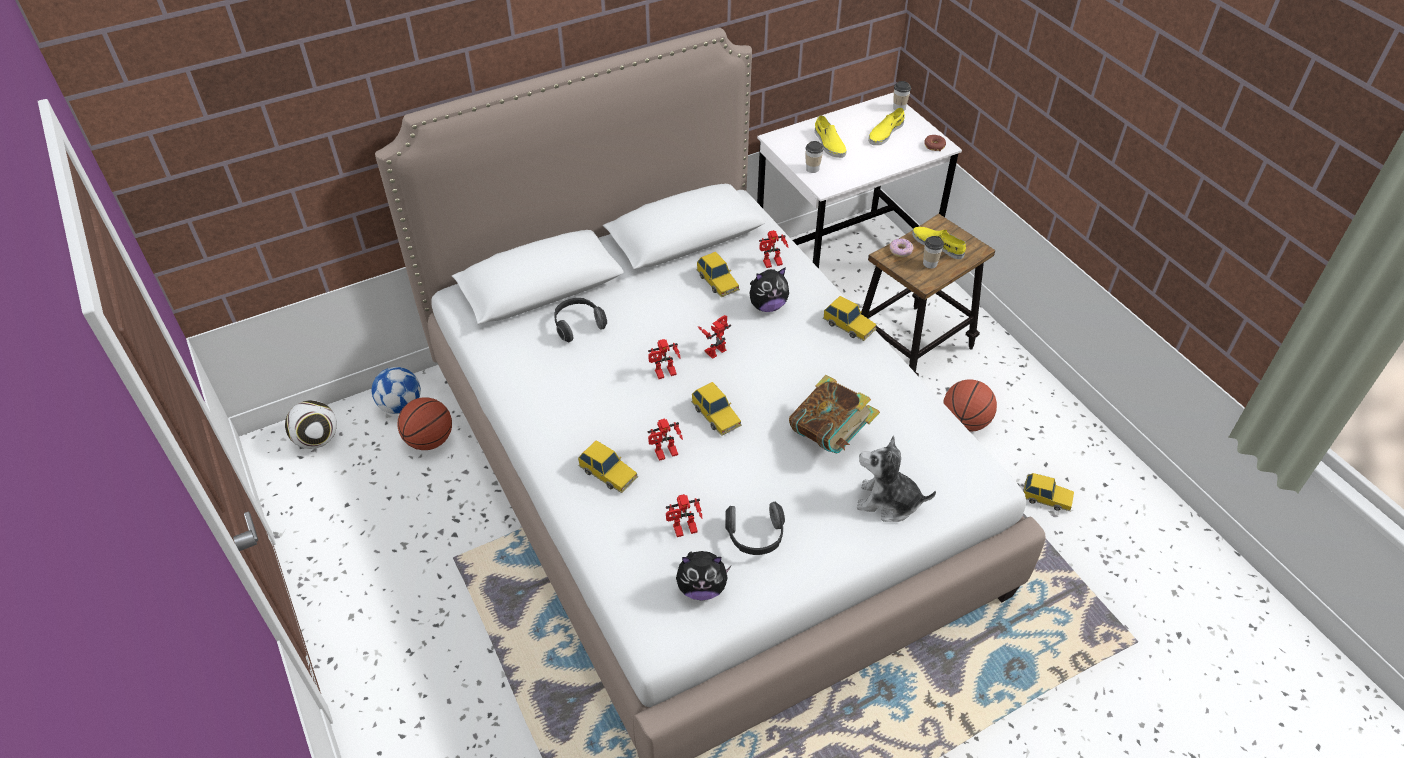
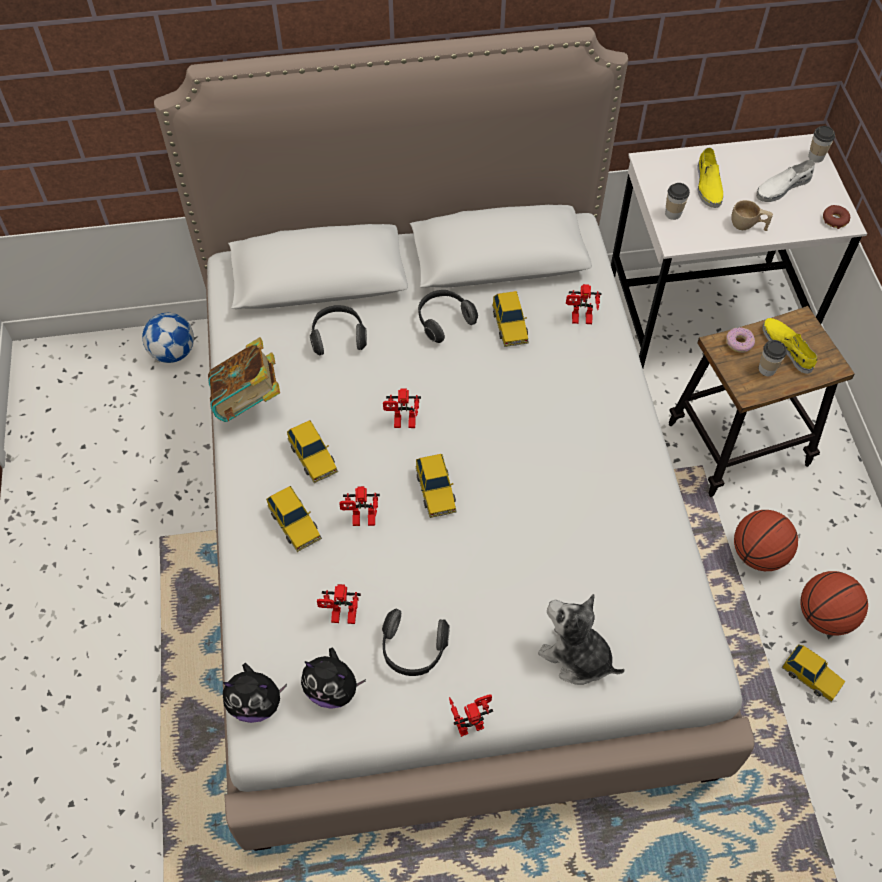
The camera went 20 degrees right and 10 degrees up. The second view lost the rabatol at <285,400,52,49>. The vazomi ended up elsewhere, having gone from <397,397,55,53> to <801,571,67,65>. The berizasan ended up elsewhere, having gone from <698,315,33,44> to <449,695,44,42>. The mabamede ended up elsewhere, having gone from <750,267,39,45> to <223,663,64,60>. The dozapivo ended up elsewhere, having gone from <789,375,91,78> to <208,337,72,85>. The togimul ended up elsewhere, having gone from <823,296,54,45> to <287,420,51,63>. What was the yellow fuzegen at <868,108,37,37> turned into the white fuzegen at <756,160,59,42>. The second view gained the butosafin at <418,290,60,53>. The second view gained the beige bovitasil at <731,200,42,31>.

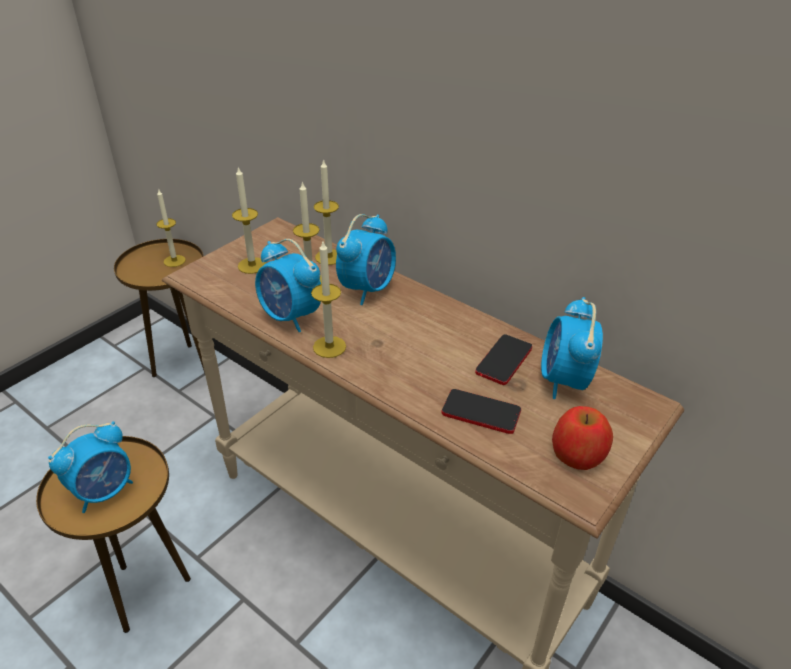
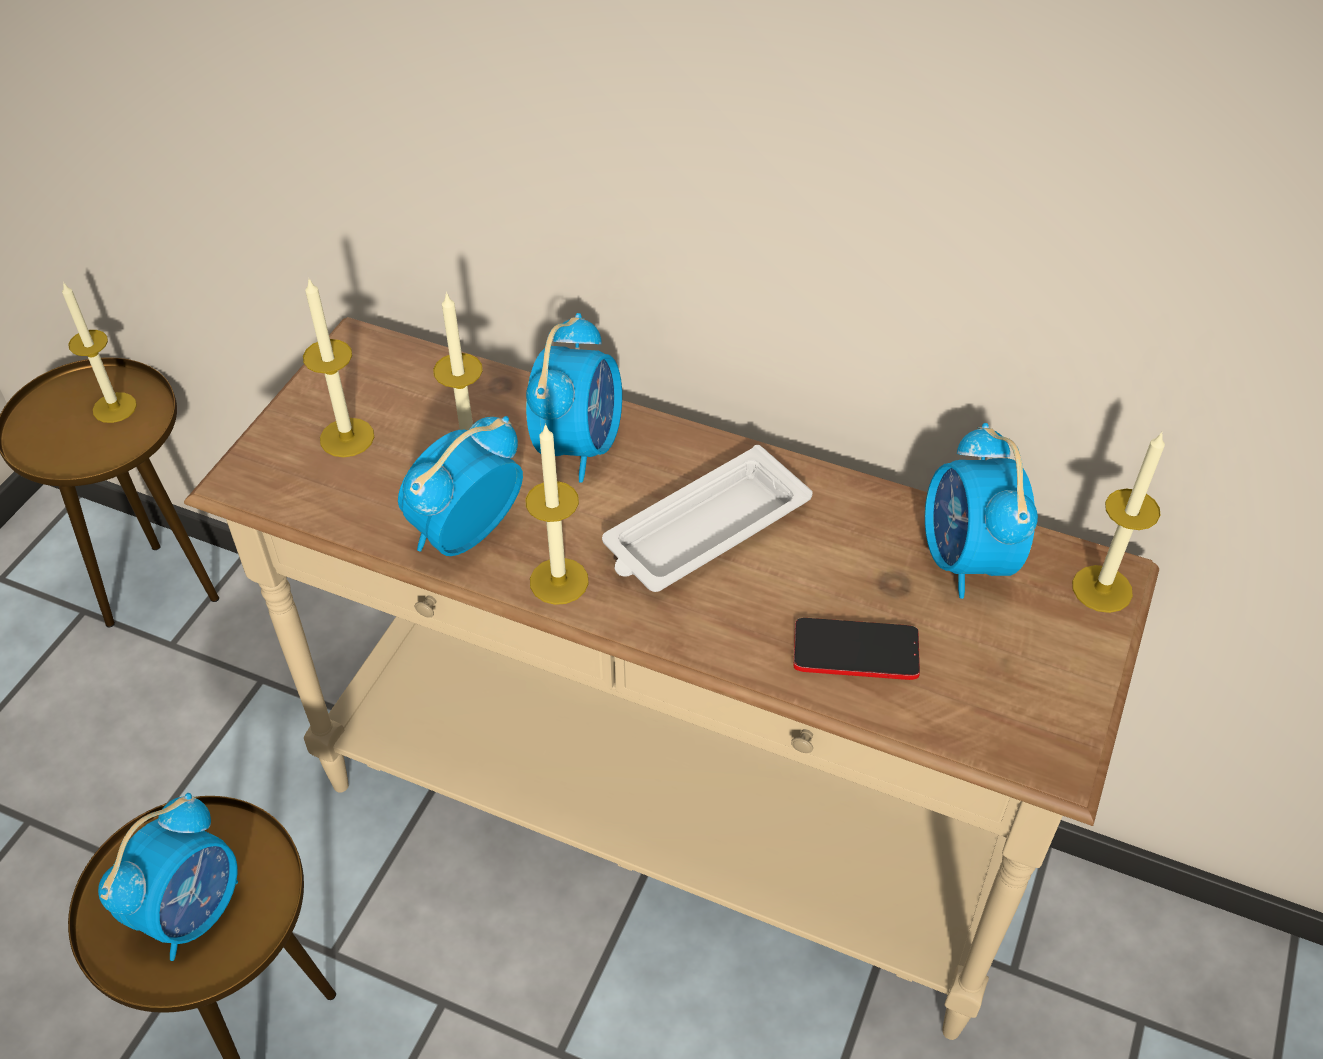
The camera went 15 degrees left and 10 degrees up. The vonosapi at <255,239,66,93> ended up facing another way, 105 degrees clockwise from before. The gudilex ended up elsewhere, having gone from <314,159,25,106> to <1072,431,93,182>. The second view lost the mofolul at <475,334,57,51>. The second view lost the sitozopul at <552,406,61,64>. The second view gained the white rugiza at <602,445,211,147>.

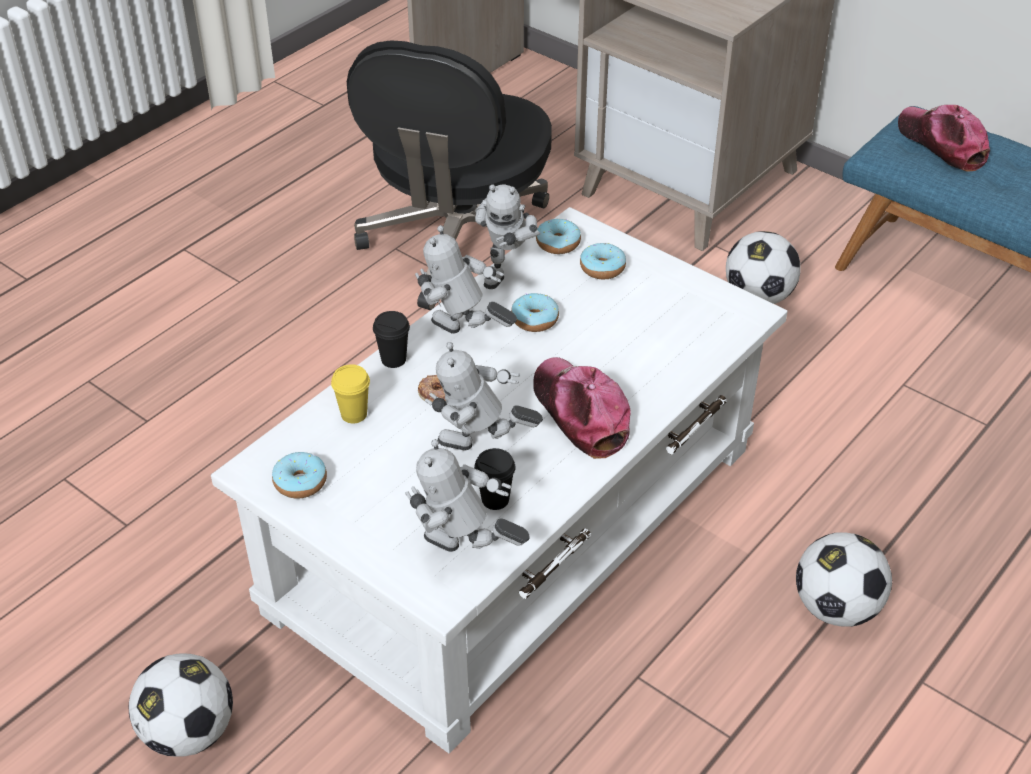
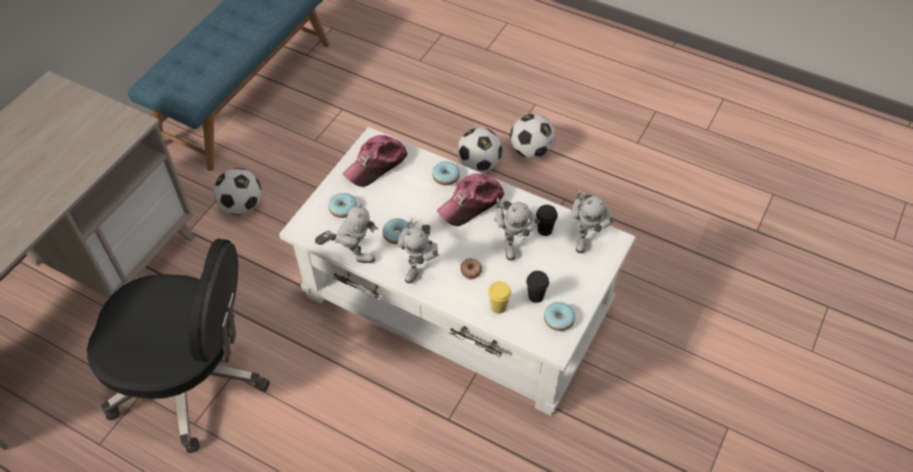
The camera went 100 degrees left and 10 degrees up. The rabatol ended up elsewhere, having gone from <129,653,104,104> to <510,114,45,44>. The black bovitasil ended up elsewhere, having gone from <373,311,37,57> to <526,271,23,32>. The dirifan ended up elsewhere, having gone from <536,219,45,35> to <432,161,28,24>. The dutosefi ended up elsewhere, having gone from <898,105,92,67> to <343,135,65,52>.

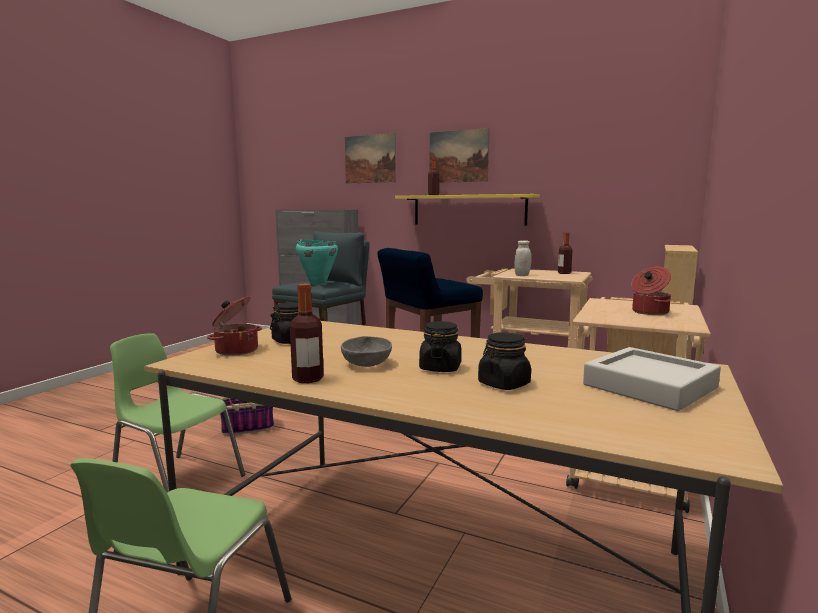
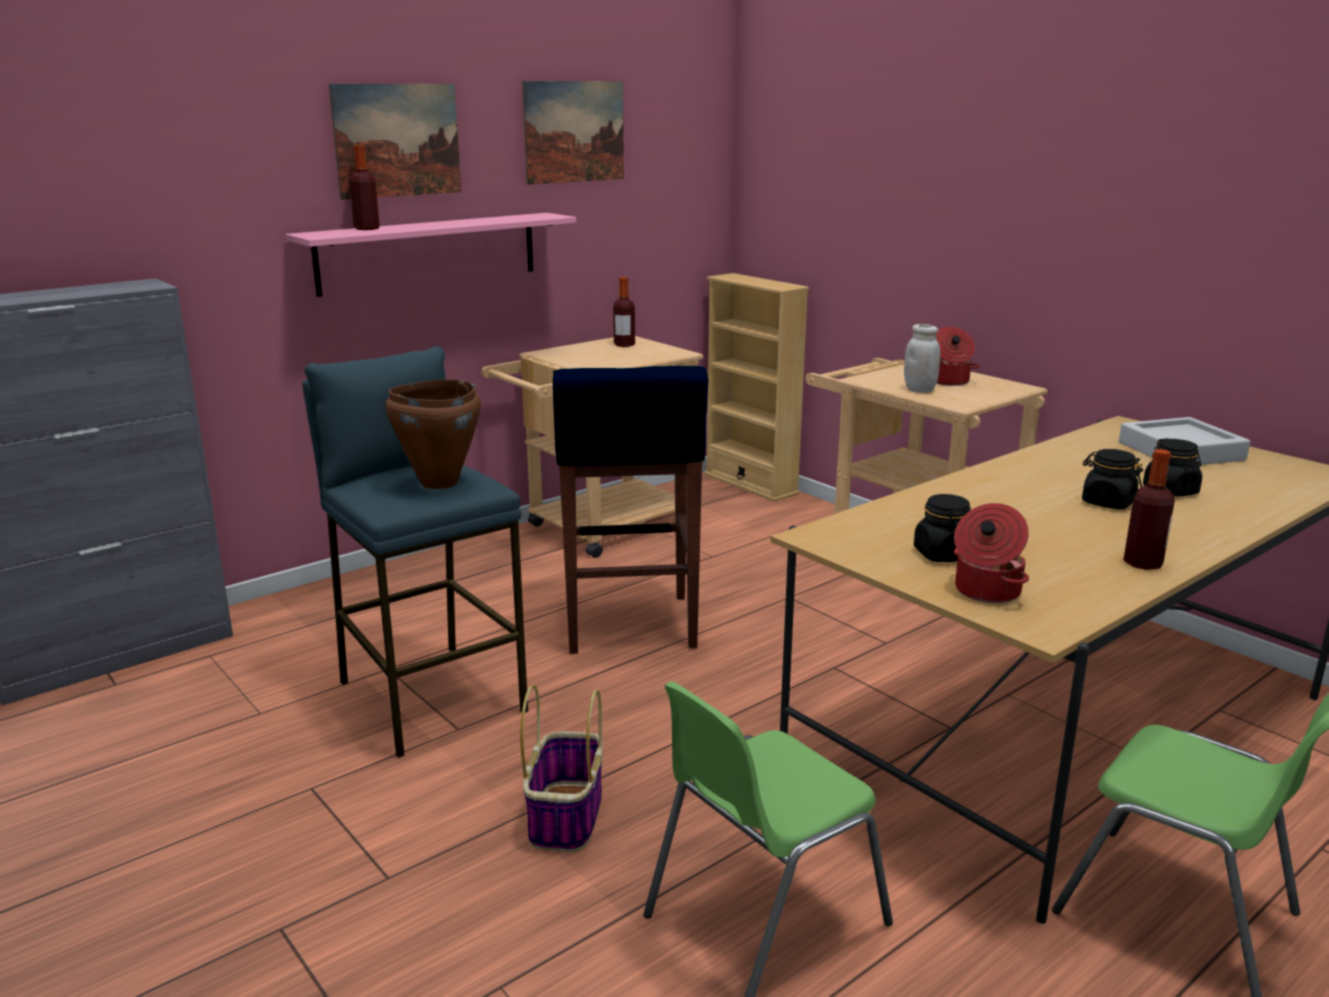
The camera went 65 degrees left and 10 degrees up. What was the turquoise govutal at <296,240,42,45> turned into the brown govutal at <385,379,96,110>. The second view lost the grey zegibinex at <341,336,51,31>. The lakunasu ended up elsewhere, having gone from <345,133,51,51> to <522,81,102,104>. What was the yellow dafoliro at <395,194,145,32> turned into the pink dafoliro at <286,213,290,84>. The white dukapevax ended up elsewhere, having gone from <514,240,17,36> to <904,324,36,69>.

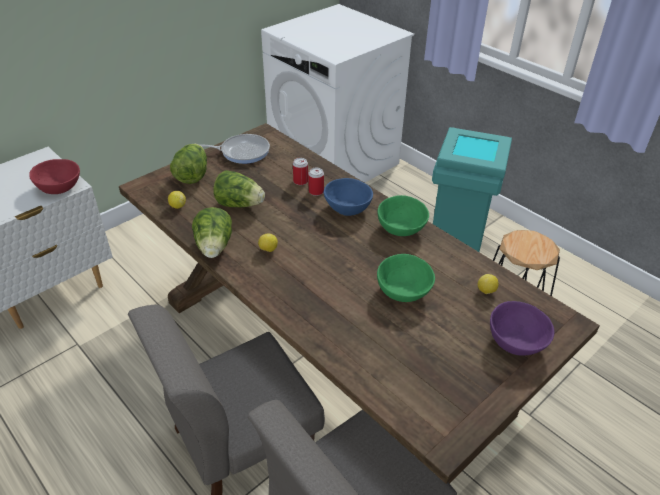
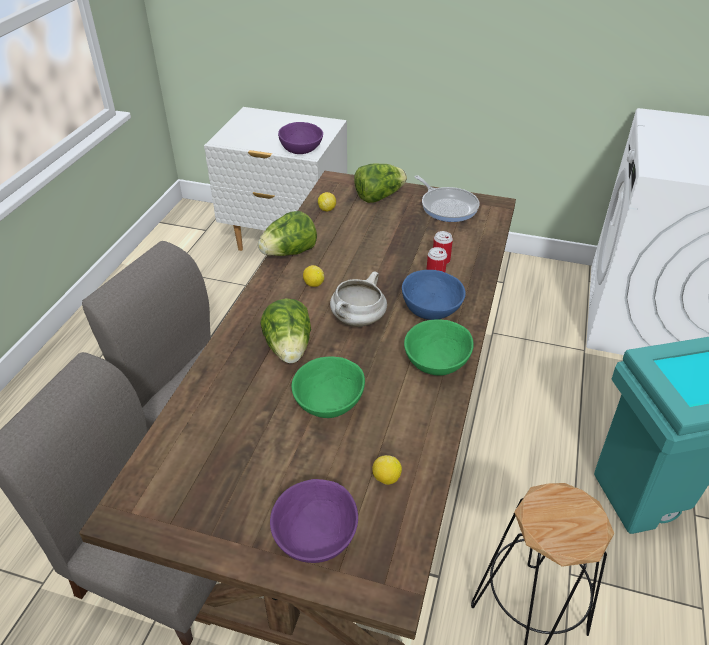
The camera went 60 degrees right and 0 degrees up. What was the red zegibinex at <29,159,51,35> turned into the purple zegibinex at <278,122,45,32>. The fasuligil ended up elsewhere, having gone from <213,170,52,37> to <260,299,51,64>. The second view gained the white govutal at <330,271,57,56>.

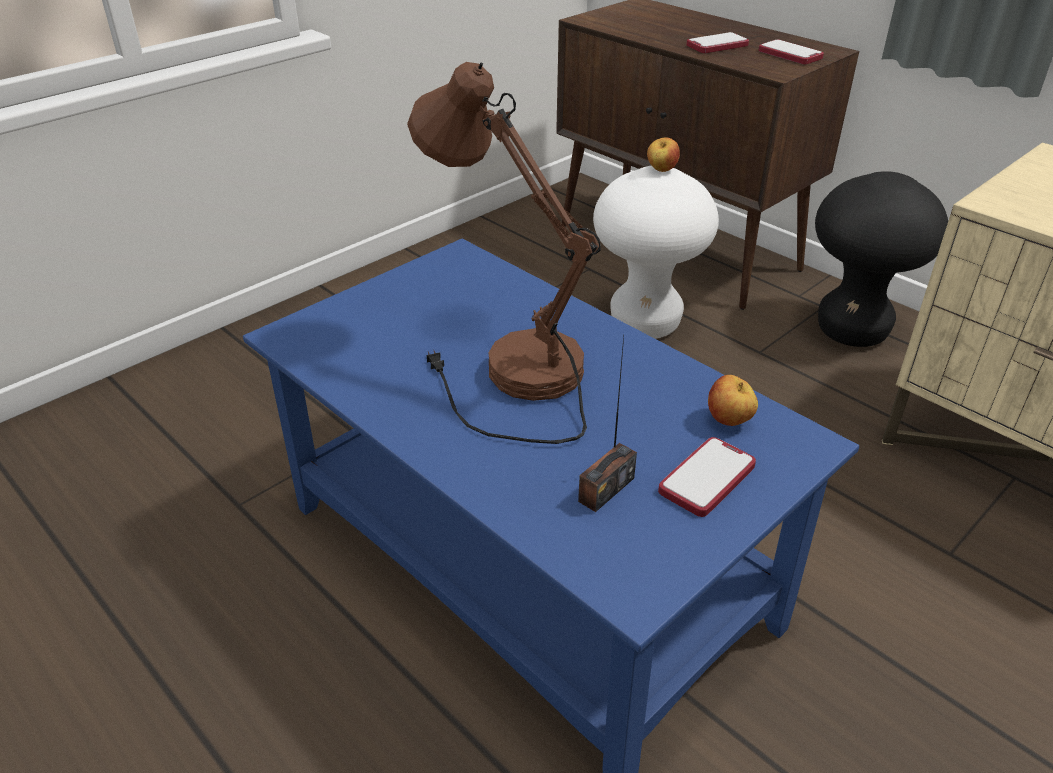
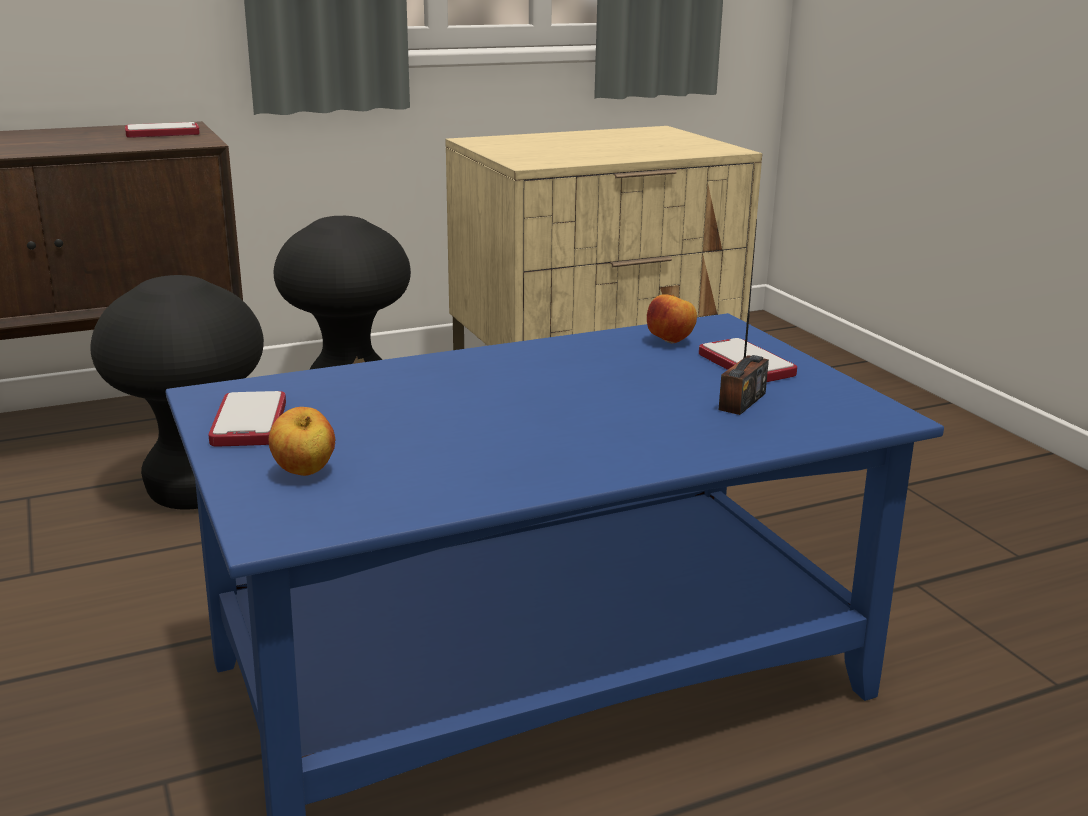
The camera went 70 degrees left and 15 degrees down. The second view lost the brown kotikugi at <407,62,194,382>. The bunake at <578,336,59,176> ended up facing another way, 60 degrees clockwise from before. What was the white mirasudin at <593,166,126,173> turned into the black mirasudin at <90,275,174,235>. The sitozopul ended up elsewhere, having gone from <647,138,33,34> to <269,407,67,69>. The mofolul ended up elsewhere, having gone from <687,32,62,21> to <209,391,77,55>.

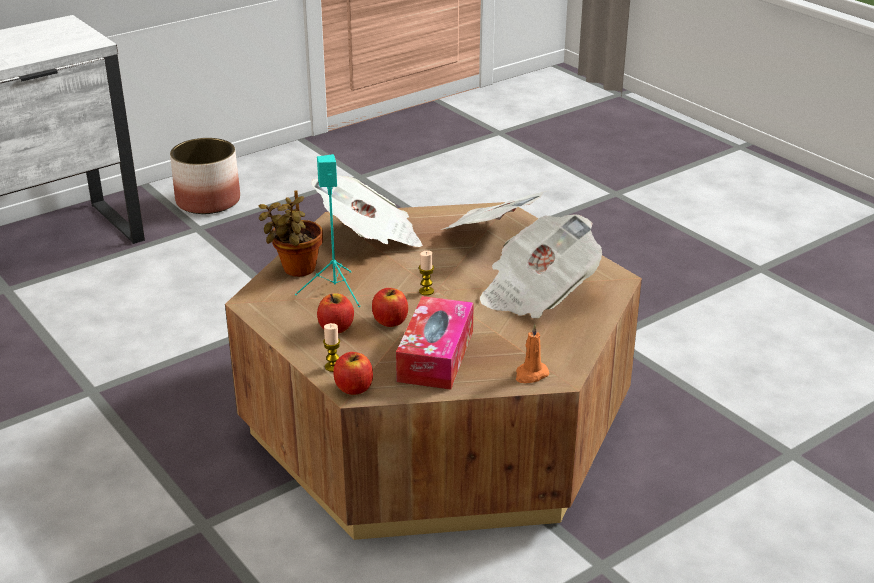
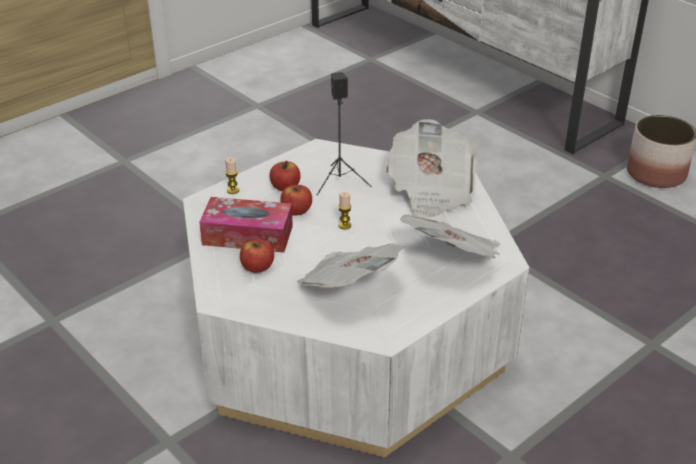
The camera went 85 degrees right and 5 degrees up. What was the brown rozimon at <225,202,417,338> turned into the white rozimon at <183,139,347,318>. The second view lost the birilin at <259,190,64,87>. What was the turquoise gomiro at <295,154,65,153> turned into the black gomiro at <317,72,54,123>. The sitozopul ended up elsewhere, having gone from <333,352,40,43> to <240,239,34,34>. The second view lost the orange gudilex at <516,324,33,59>.

